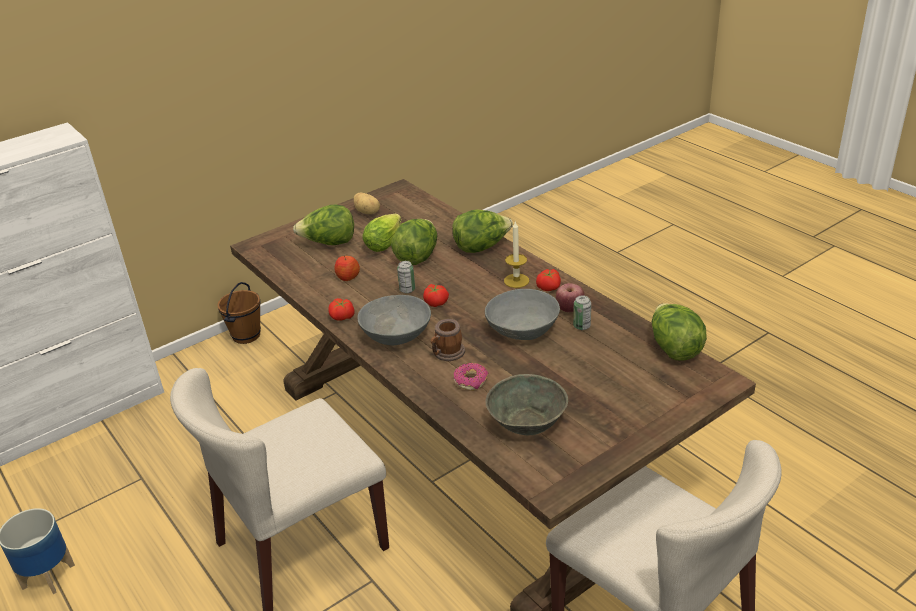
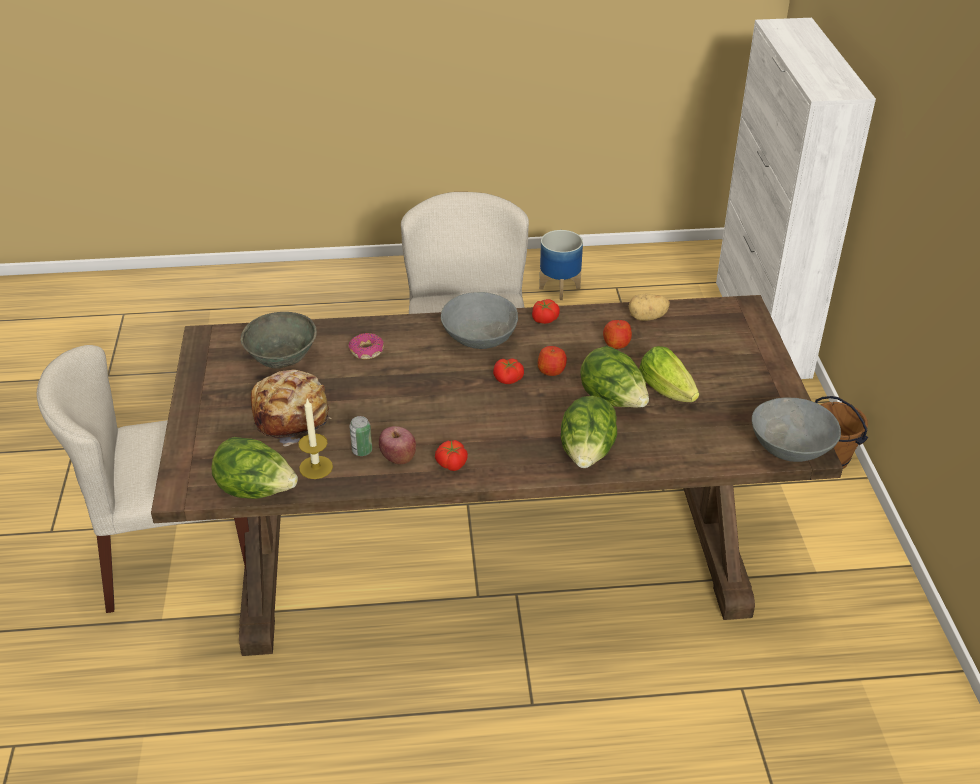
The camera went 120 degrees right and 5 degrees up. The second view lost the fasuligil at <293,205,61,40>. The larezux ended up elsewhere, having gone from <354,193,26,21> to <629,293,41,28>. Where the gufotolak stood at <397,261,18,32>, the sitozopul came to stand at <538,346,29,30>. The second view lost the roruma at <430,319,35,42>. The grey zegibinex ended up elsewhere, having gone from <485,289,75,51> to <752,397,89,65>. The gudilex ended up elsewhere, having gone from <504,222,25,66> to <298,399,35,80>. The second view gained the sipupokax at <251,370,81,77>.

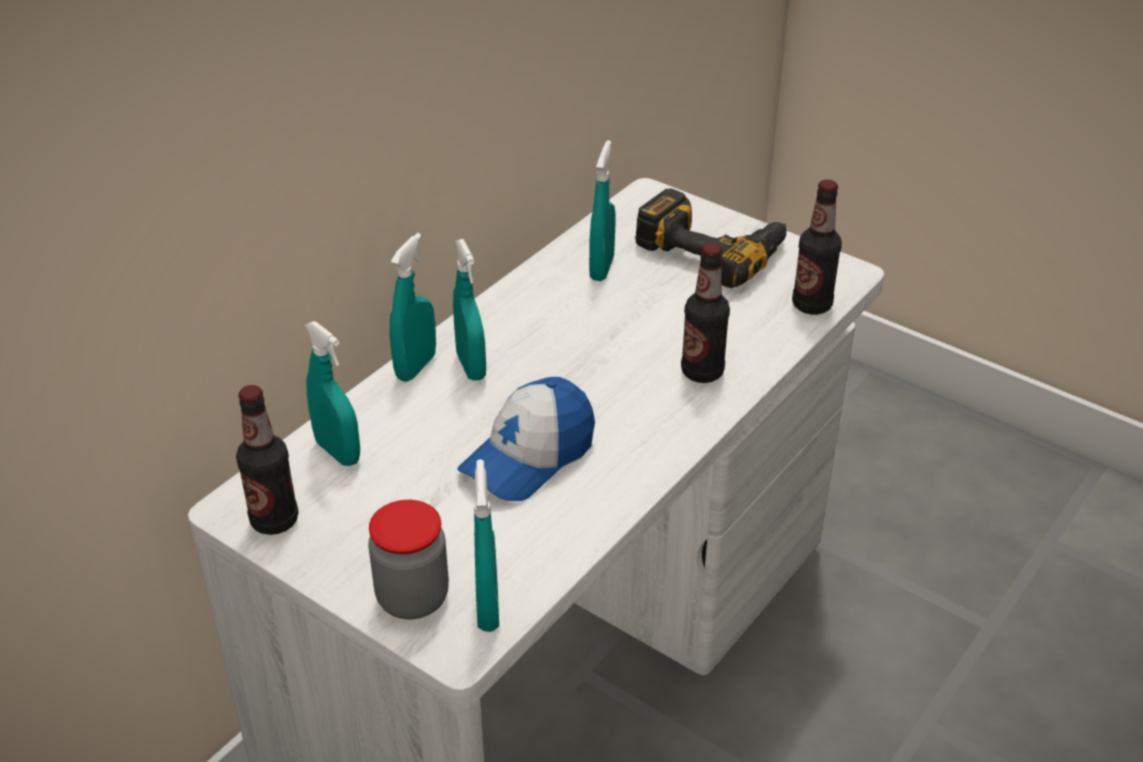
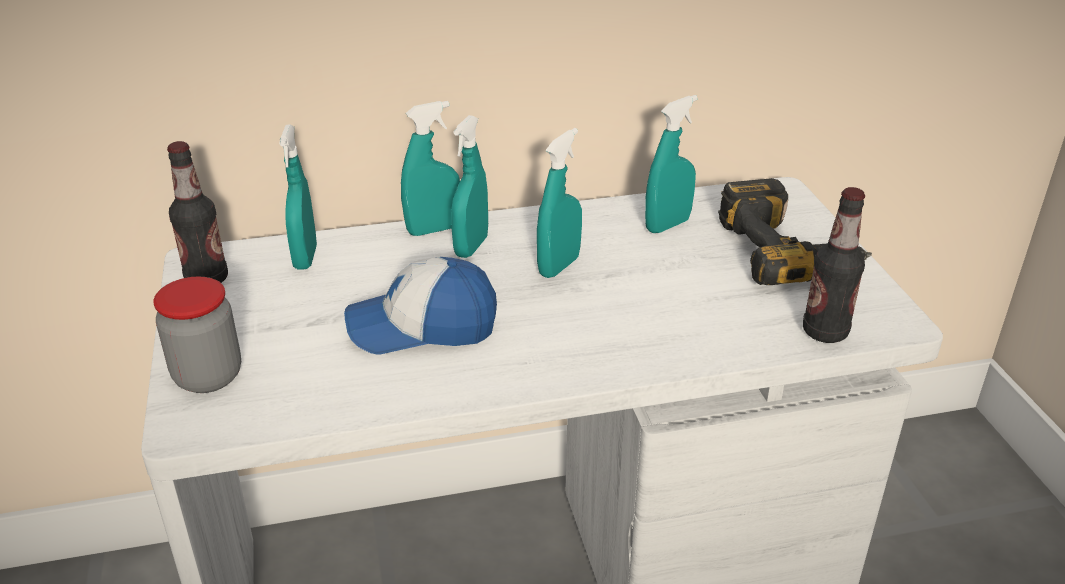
The camera went 40 degrees right and 5 degrees down. The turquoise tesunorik ended up elsewhere, having gone from <474,459,25,173> to <537,128,45,150>. The second view lost the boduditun at <681,243,49,140>.

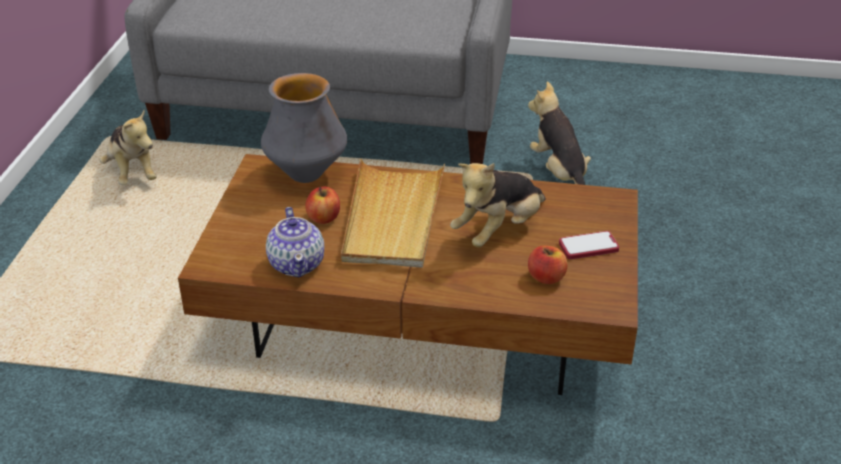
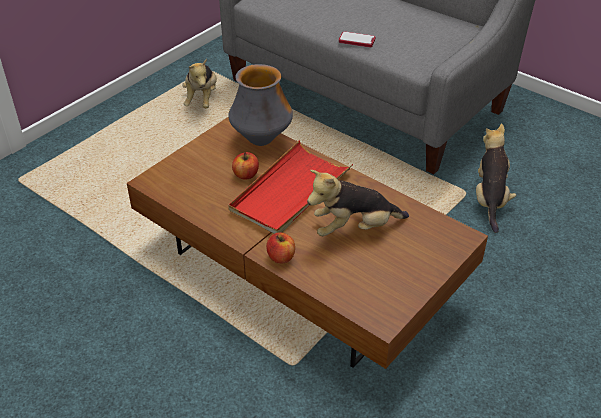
The camera went 30 degrees right and 5 degrees up. The second view lost the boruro at <266,207,58,70>. What was the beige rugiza at <341,159,104,109> turned into the red rugiza at <229,141,124,93>. The sitozopul ended up elsewhere, having gone from <528,246,40,38> to <266,232,29,31>. The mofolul ended up elsewhere, having gone from <559,231,60,28> to <339,31,36,16>.

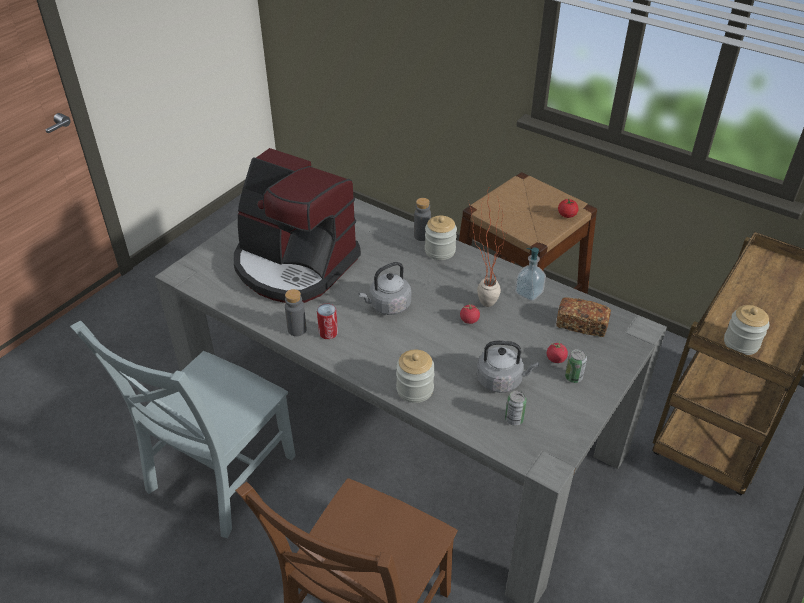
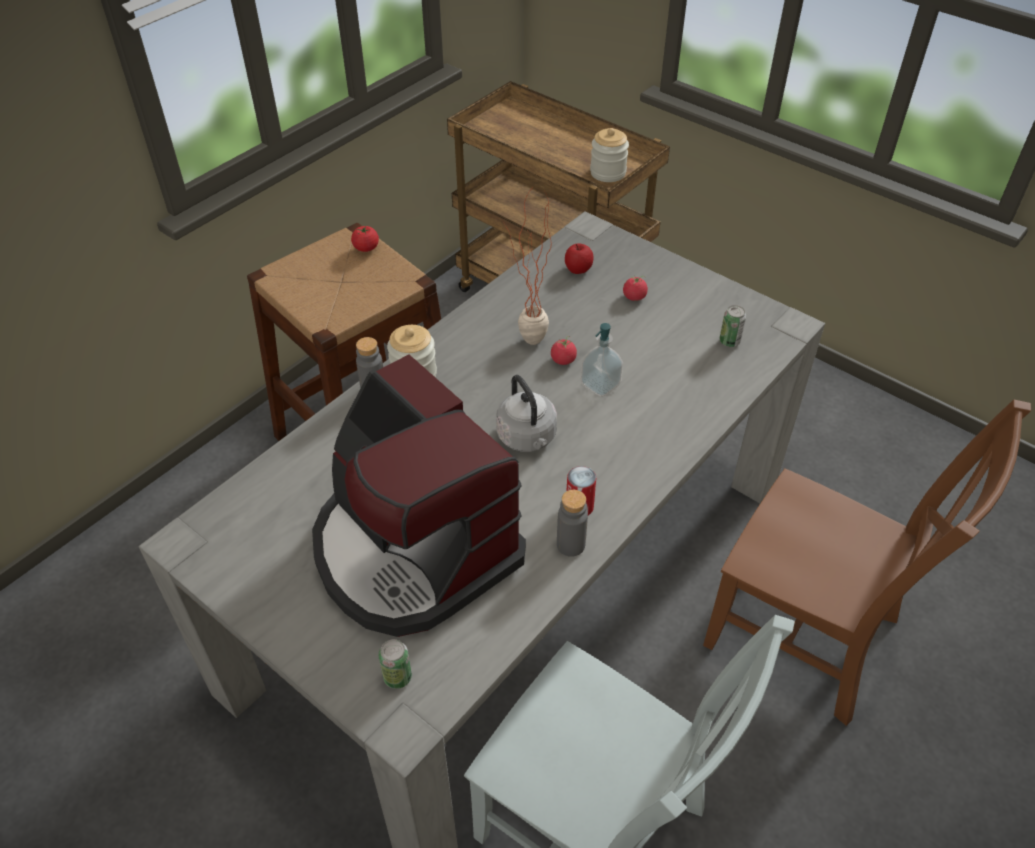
The camera went 85 degrees left and 5 degrees up. The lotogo at <234,148,127,155> ended up facing another way, 105 degrees clockwise from before. The second view lost the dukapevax at <396,350,39,53>. The second view lost the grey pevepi at <476,341,63,52>. The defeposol ended up elsewhere, having gone from <515,247,31,54> to <580,323,43,74>. Where the sipupokax stood at <556,297,55,40>, the sitozopul came to stand at <565,243,29,31>. The gufotolak ended up elsewhere, having gone from <565,349,22,34> to <379,639,33,50>.

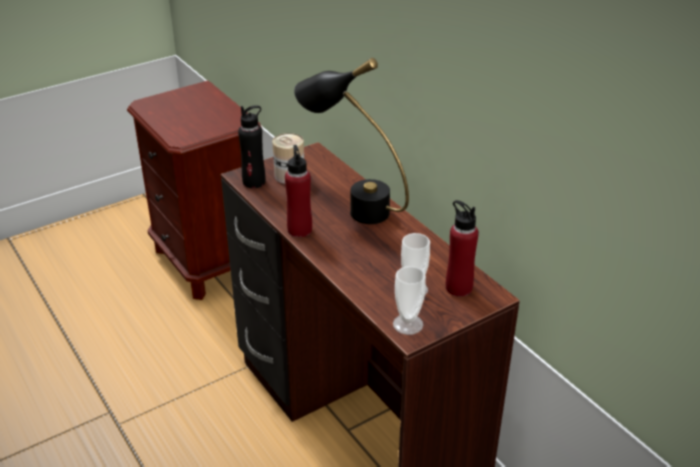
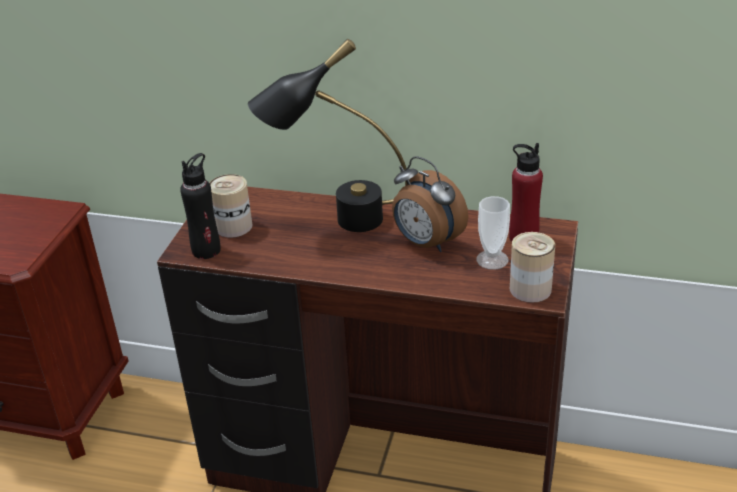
The camera went 40 degrees left and 0 degrees up. The second view lost the red boduditun at <285,145,27,92>. Where the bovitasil stood at <393,266,33,69>, the gufotolak came to stand at <510,232,45,71>. The second view gained the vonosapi at <392,156,76,96>.

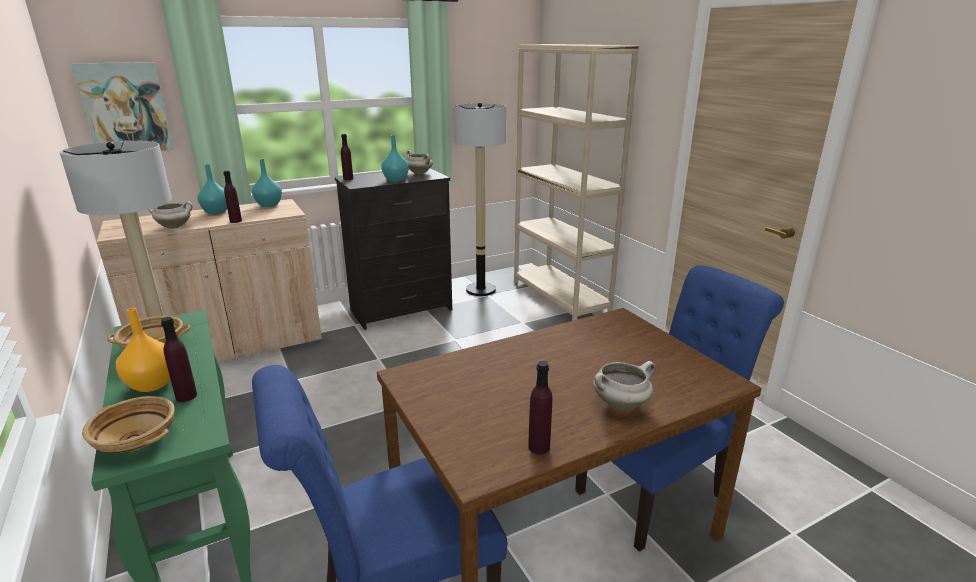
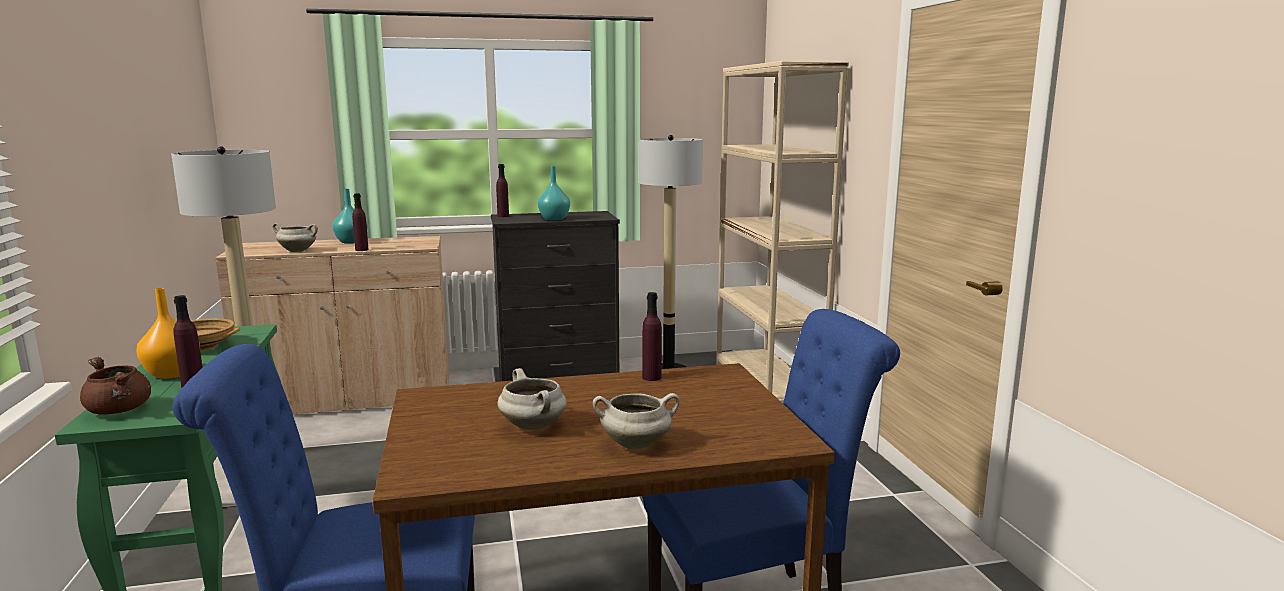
The camera went 15 degrees right and 10 degrees down. The second view lost the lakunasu at <72,62,102,89>. Where the beige zegibinex stood at <82,396,93,57>, the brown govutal came to stand at <80,357,71,58>. The second view lost the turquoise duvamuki at <252,159,30,48>. The white govutal ended up elsewhere, having gone from <406,150,27,24> to <497,368,70,63>. The purple boduditun ended up elsewhere, having gone from <528,361,24,93> to <642,292,20,89>.

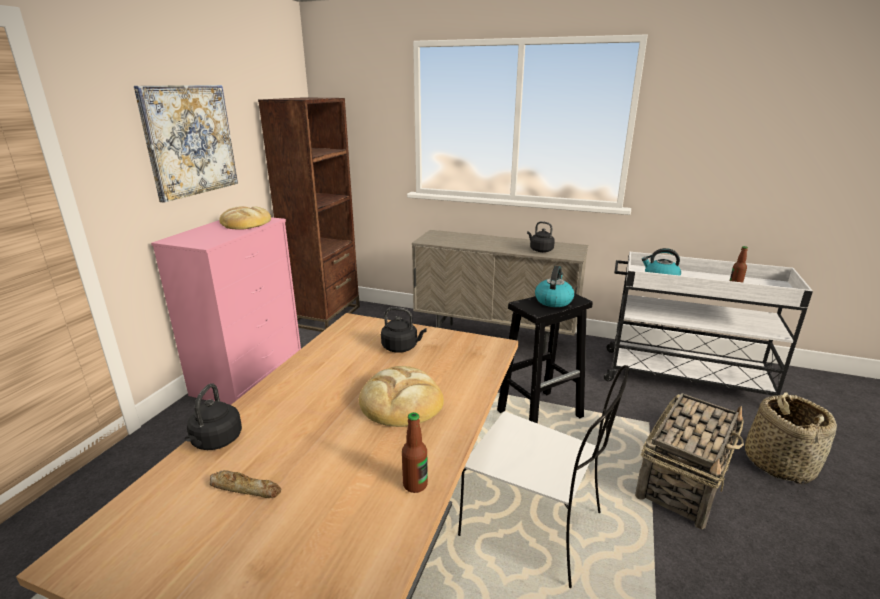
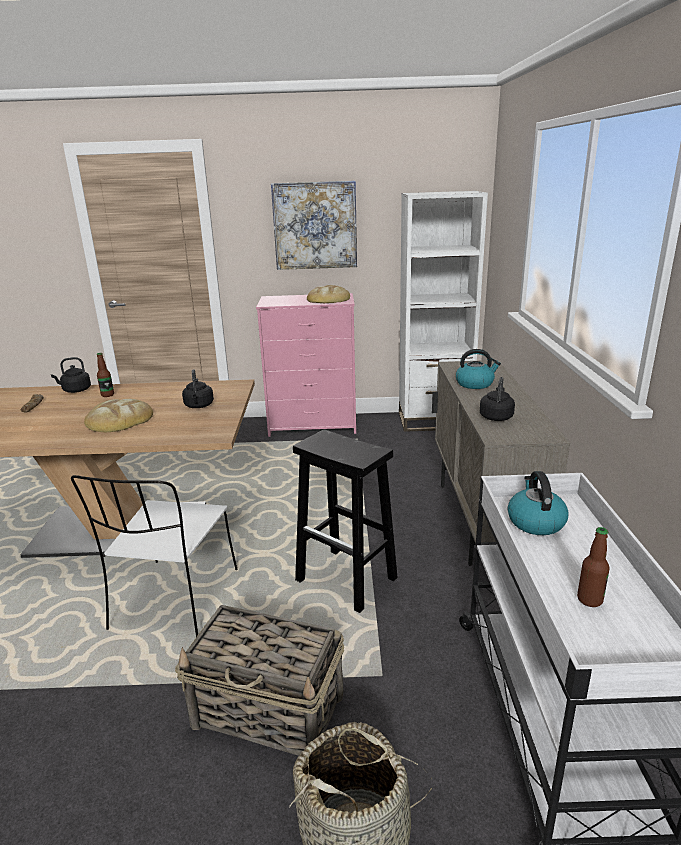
The camera went 70 degrees right and 0 degrees up. What was the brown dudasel at <258,97,102,235> turned into the white dudasel at <399,191,89,241>. The boduditun ended up elsewhere, having gone from <402,412,26,81> to <96,353,18,44>. The pevepi ended up elsewhere, having gone from <535,266,39,41> to <456,349,45,40>.

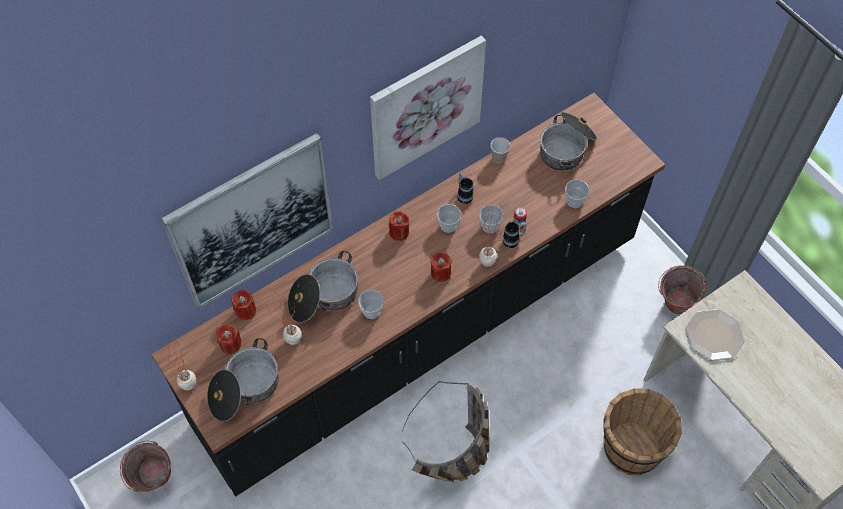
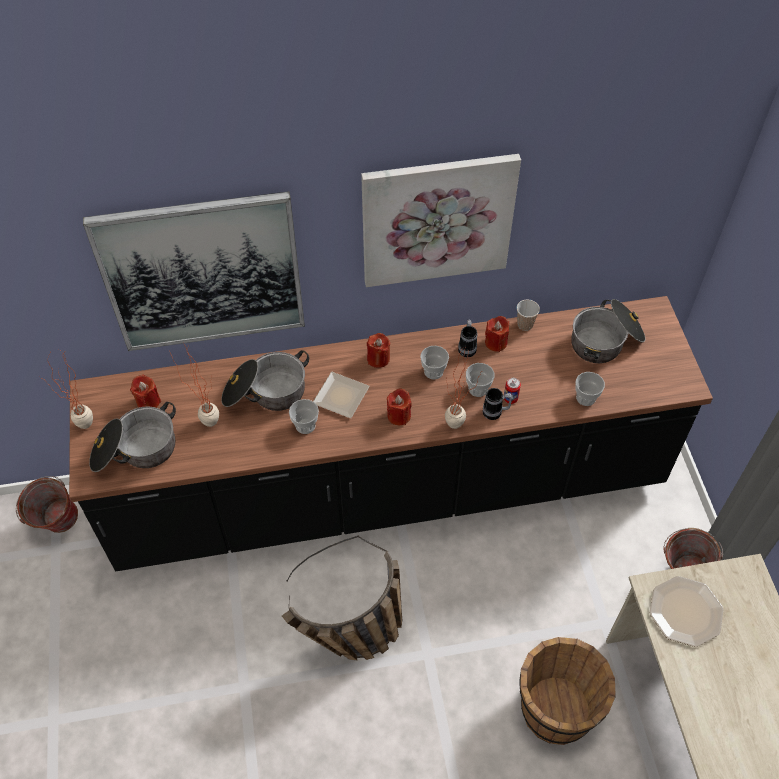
The camera went 25 degrees right and 5 degrees down. The red gudilex ended up elsewhere, having gone from <231,289,25,31> to <485,316,24,36>. The second view gained the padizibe at <313,372,57,46>.

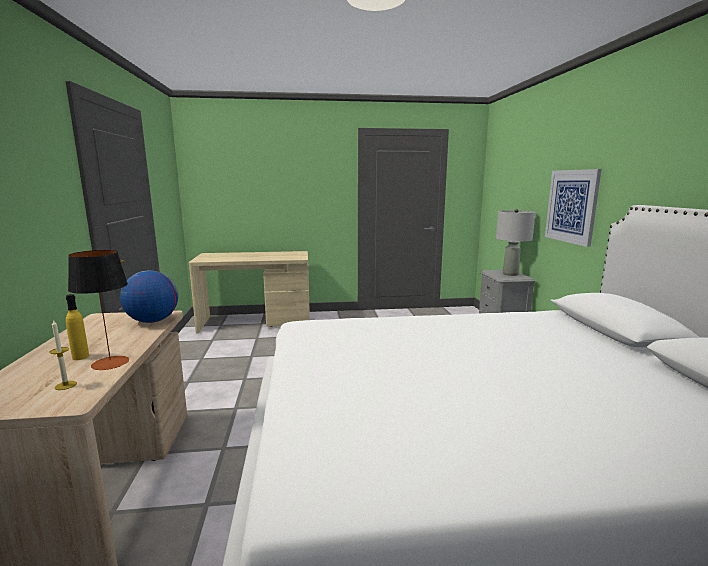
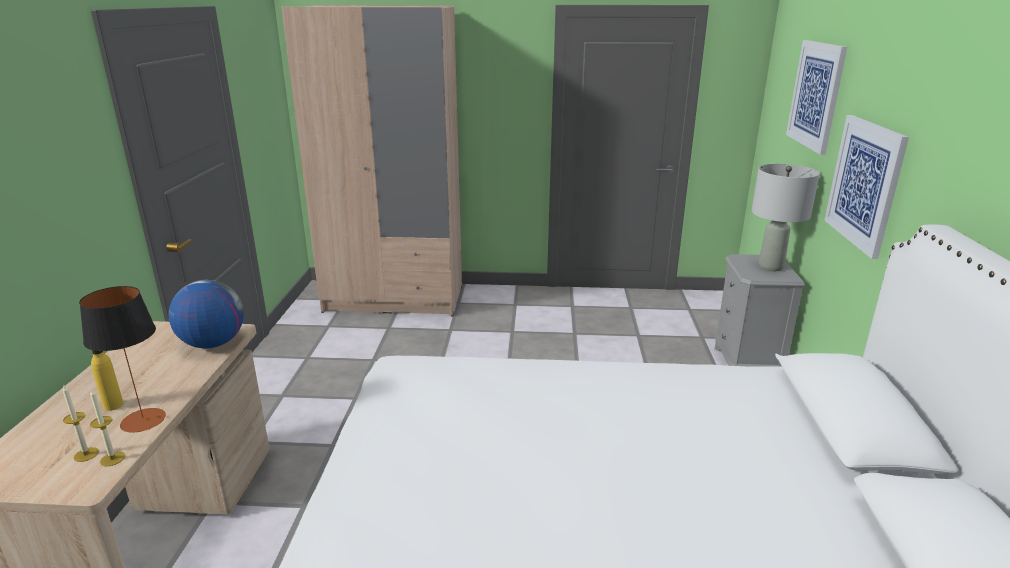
The camera went 10 degrees right and 10 degrees up. Where the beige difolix stood at <189,251,121,82>, the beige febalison came to stand at <281,5,181,311>. The second view gained the gudilex at <90,389,35,77>. The second view gained the lakunasu at <786,40,61,115>.

